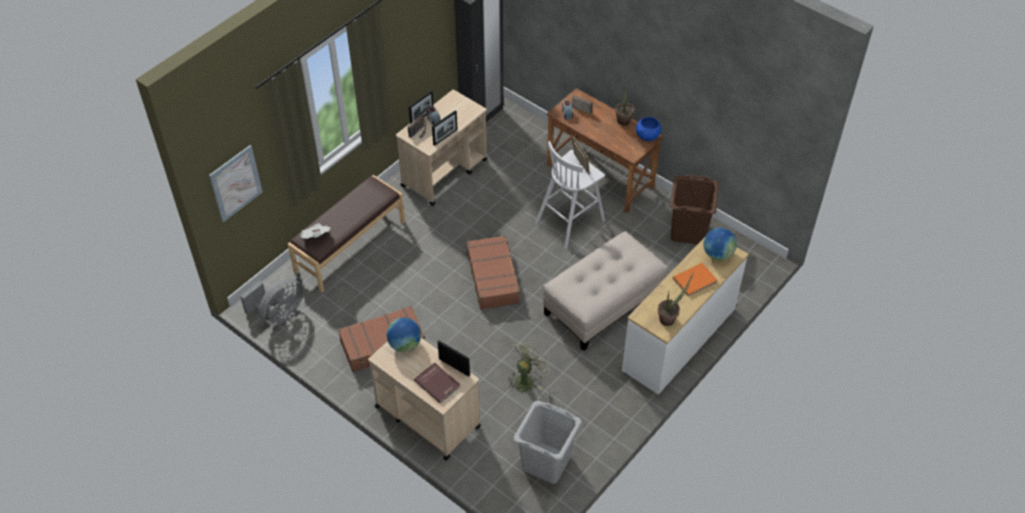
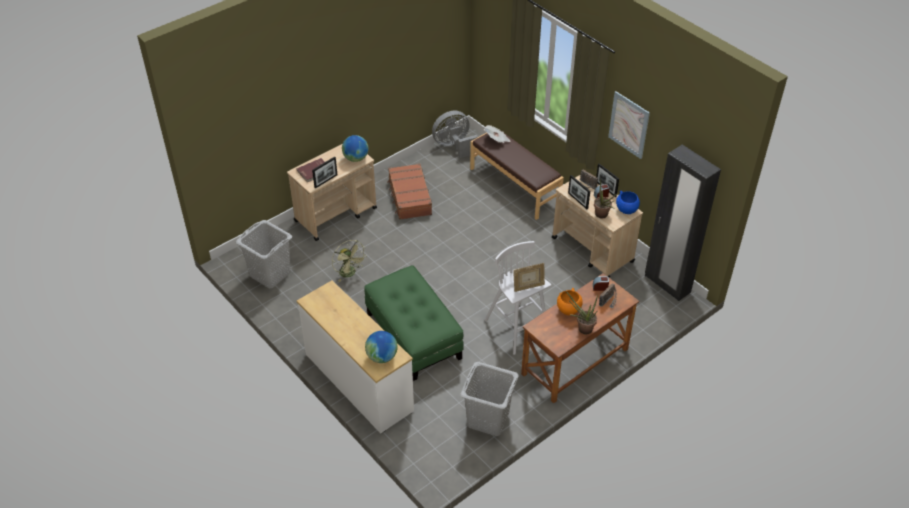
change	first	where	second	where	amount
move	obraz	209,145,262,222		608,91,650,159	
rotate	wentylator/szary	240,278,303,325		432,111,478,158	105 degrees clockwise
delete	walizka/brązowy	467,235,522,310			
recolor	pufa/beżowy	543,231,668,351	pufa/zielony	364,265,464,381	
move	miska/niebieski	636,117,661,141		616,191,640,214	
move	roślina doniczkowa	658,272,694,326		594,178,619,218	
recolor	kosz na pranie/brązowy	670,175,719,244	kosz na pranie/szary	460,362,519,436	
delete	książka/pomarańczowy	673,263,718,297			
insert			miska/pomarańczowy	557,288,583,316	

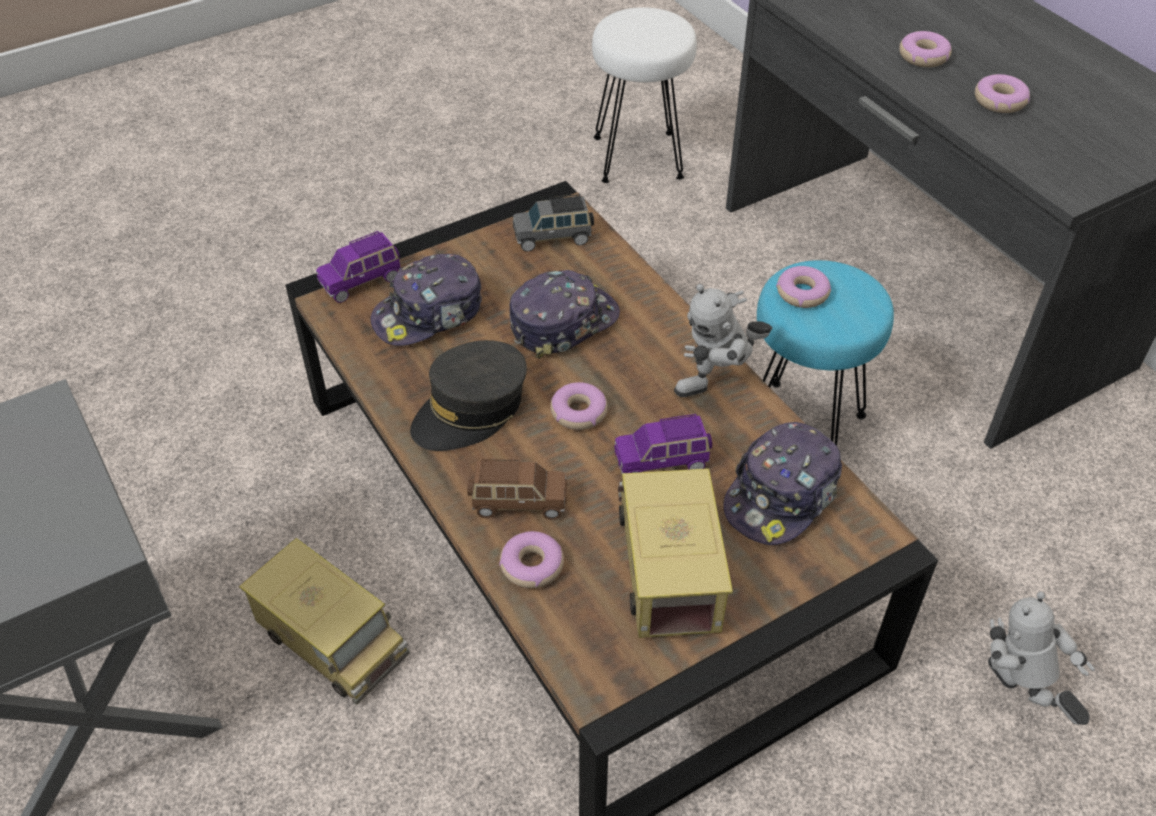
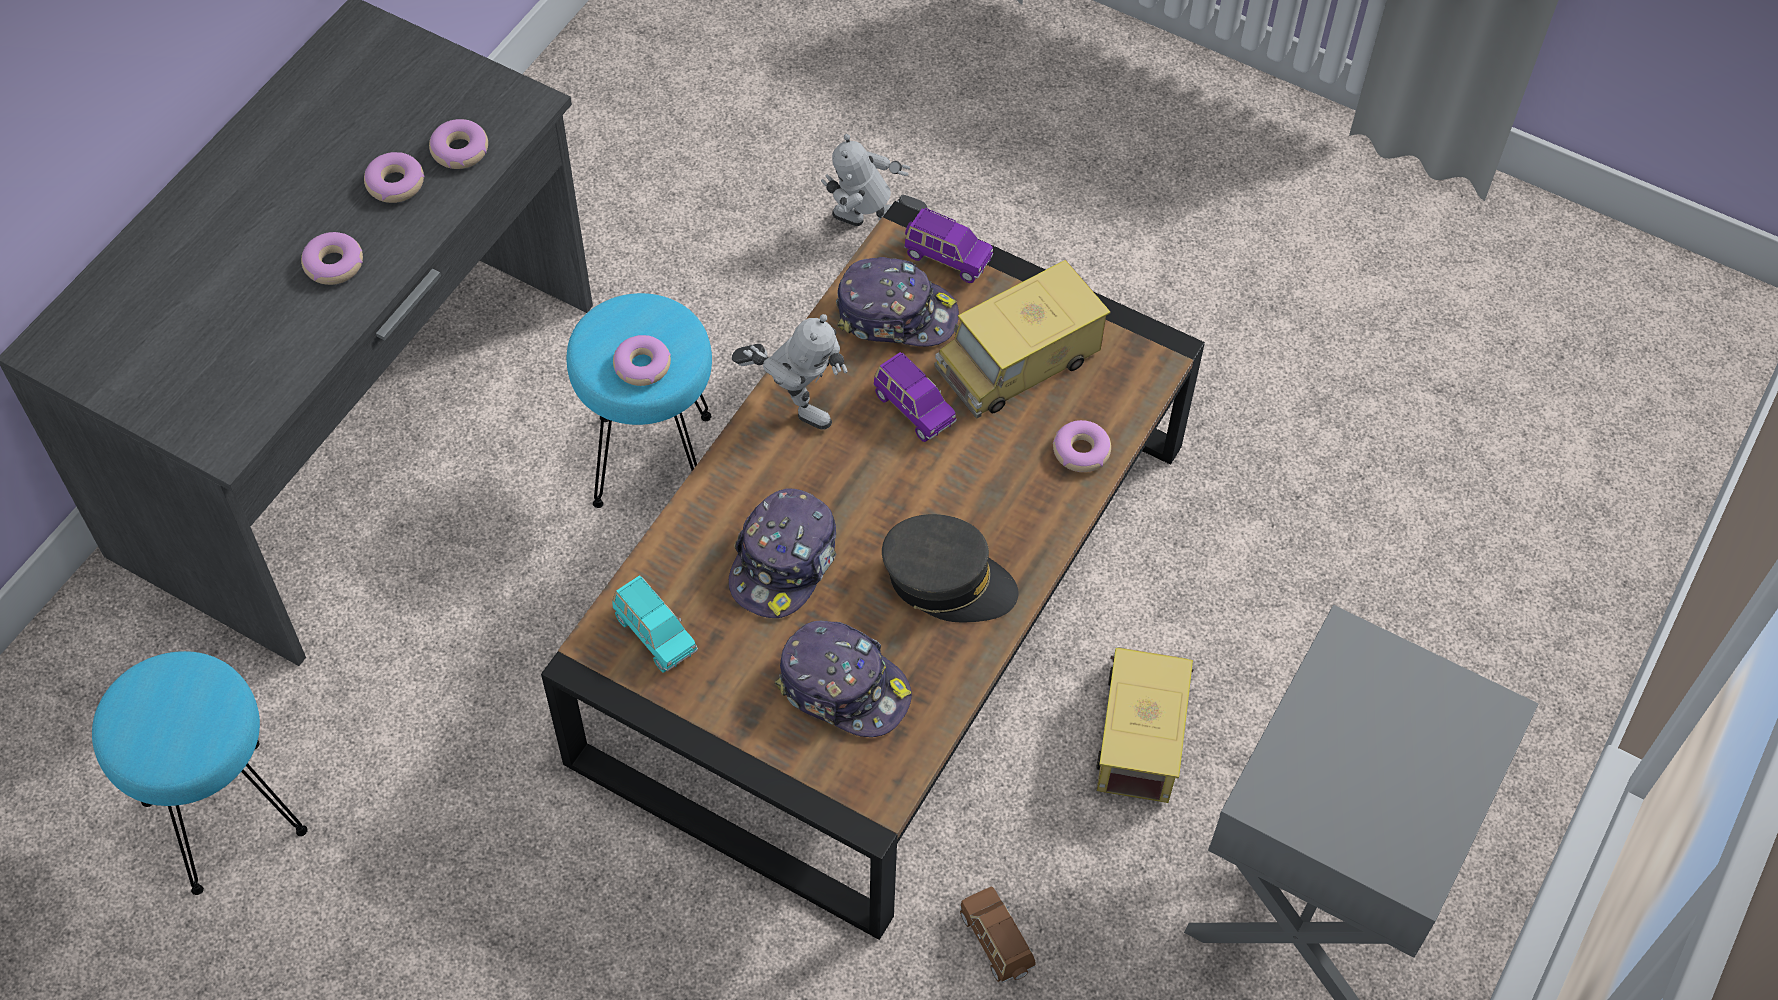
change	first	where	second	where	amount
move	samochodzik/fioletowy	316,231,401,303		904,208,993,283	
move	samochodzik/brązowy	467,459,567,520		960,886,1036,983	
rotate	czapka z daszkiem	509,270,620,359		729,488,837,618	90 degrees counterclockwise
recolor	samochodzik/szary	513,194,594,252	samochodzik/turkusowy	612,575,698,673	
move	donut	550,382,608,430		429,119,488,169	
recolor	stołek/biały	592,7,697,183	stołek/turkusowy	92,651,308,895	
rotate	robot zabawkowy	988,592,1095,725		821,134,928,226	75 degrees clockwise

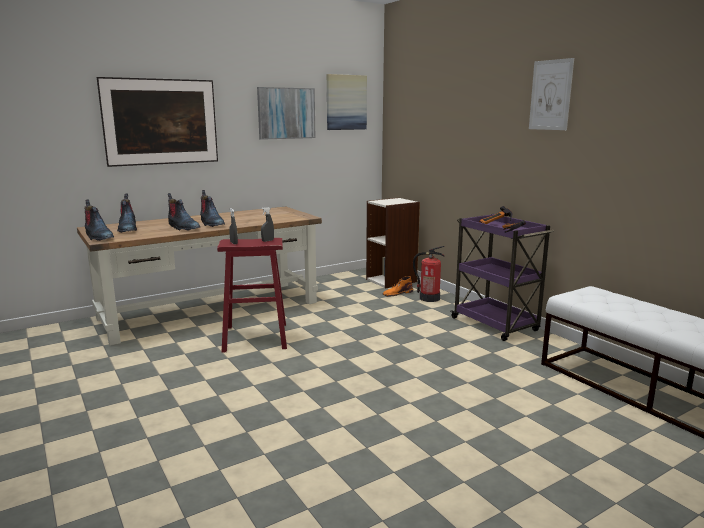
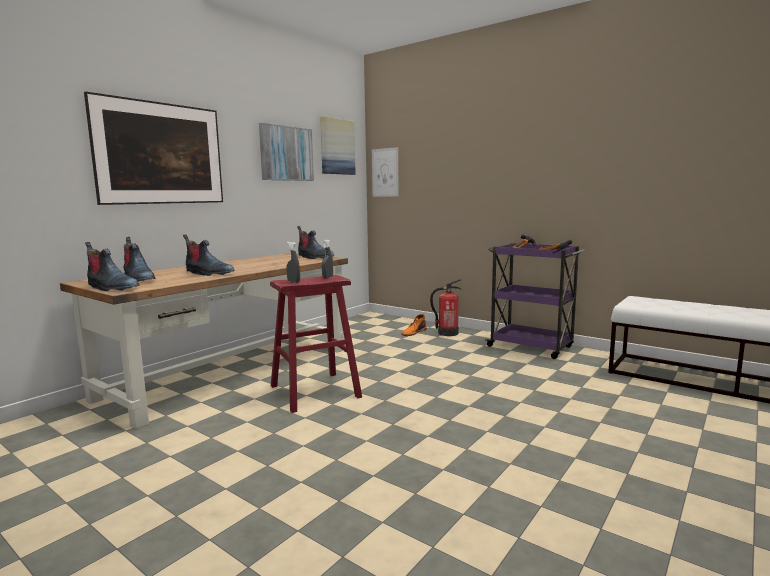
change	first	where	second	where	amount
move	but z cholewką	200,190,225,227		297,226,334,259	
delete	regał	366,198,420,288			
move	obraz	529,58,574,130		372,147,399,197	

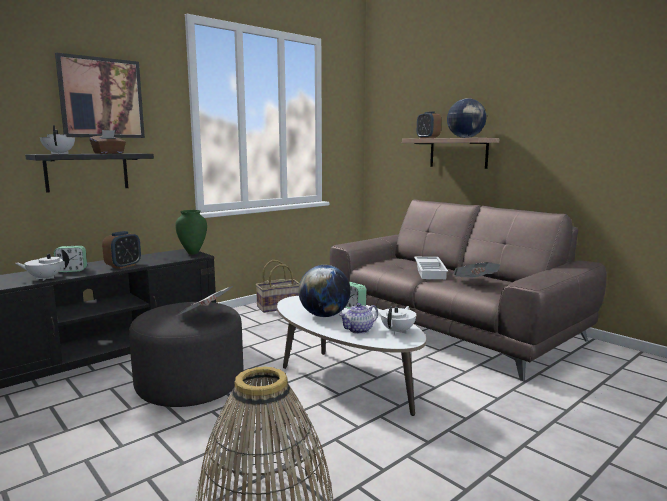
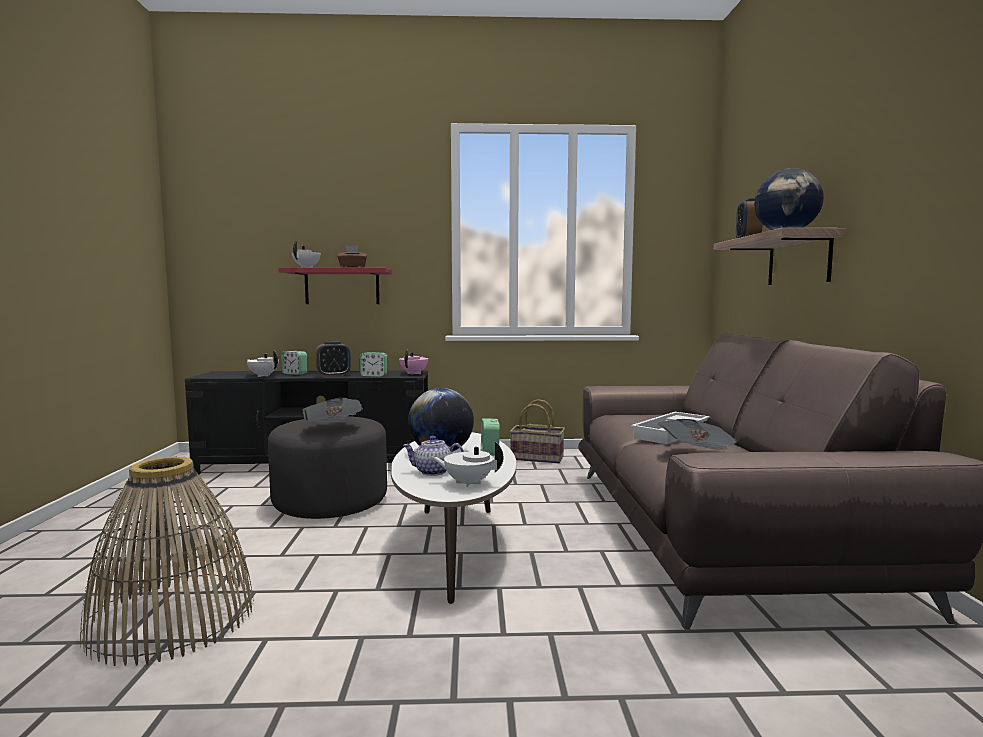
change	first	where	second	where	amount
recolor	półka/czarny	25,153,154,193	półka/czerwony	279,267,392,304	
delete	obraz	55,52,145,138			
replace	wazon/zielony	175,210,207,255	imbryk/różowy	399,350,428,375	
rotate	imbryk/biały	380,306,416,334		431,442,503,487	150 degrees counterclockwise
insert			budzik	360,352,388,377	

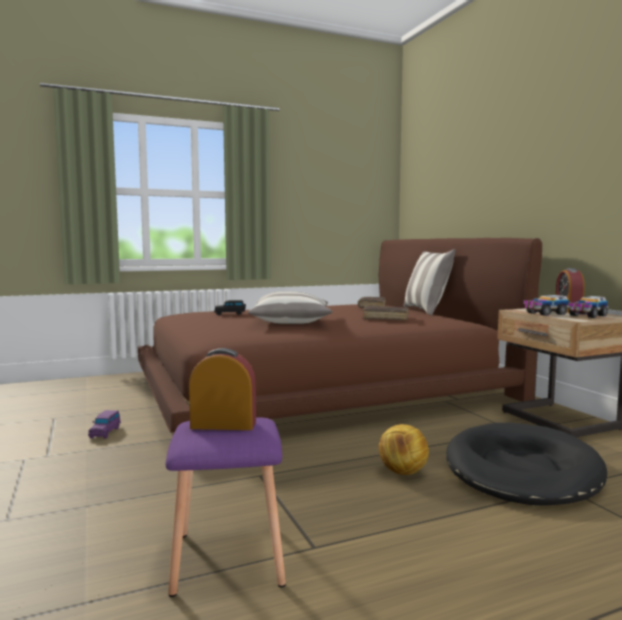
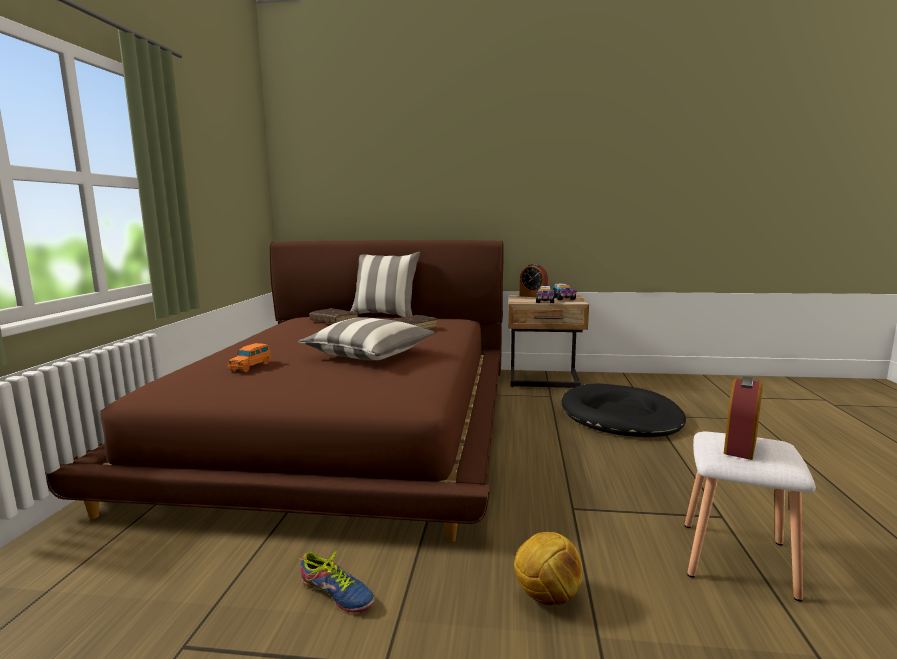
change	first	where	second	where	amount
replace	samochodzik/fioletowy	88,410,121,439	but	298,550,375,613	
recolor	stołek/fioletowy	165,417,286,597	stołek/biały	685,432,816,602	
recolor	samochodzik/czarny	214,300,246,315	samochodzik/pomarańczowy	228,343,271,372	
move	piłka futbolowa	379,424,429,475		514,532,583,605	

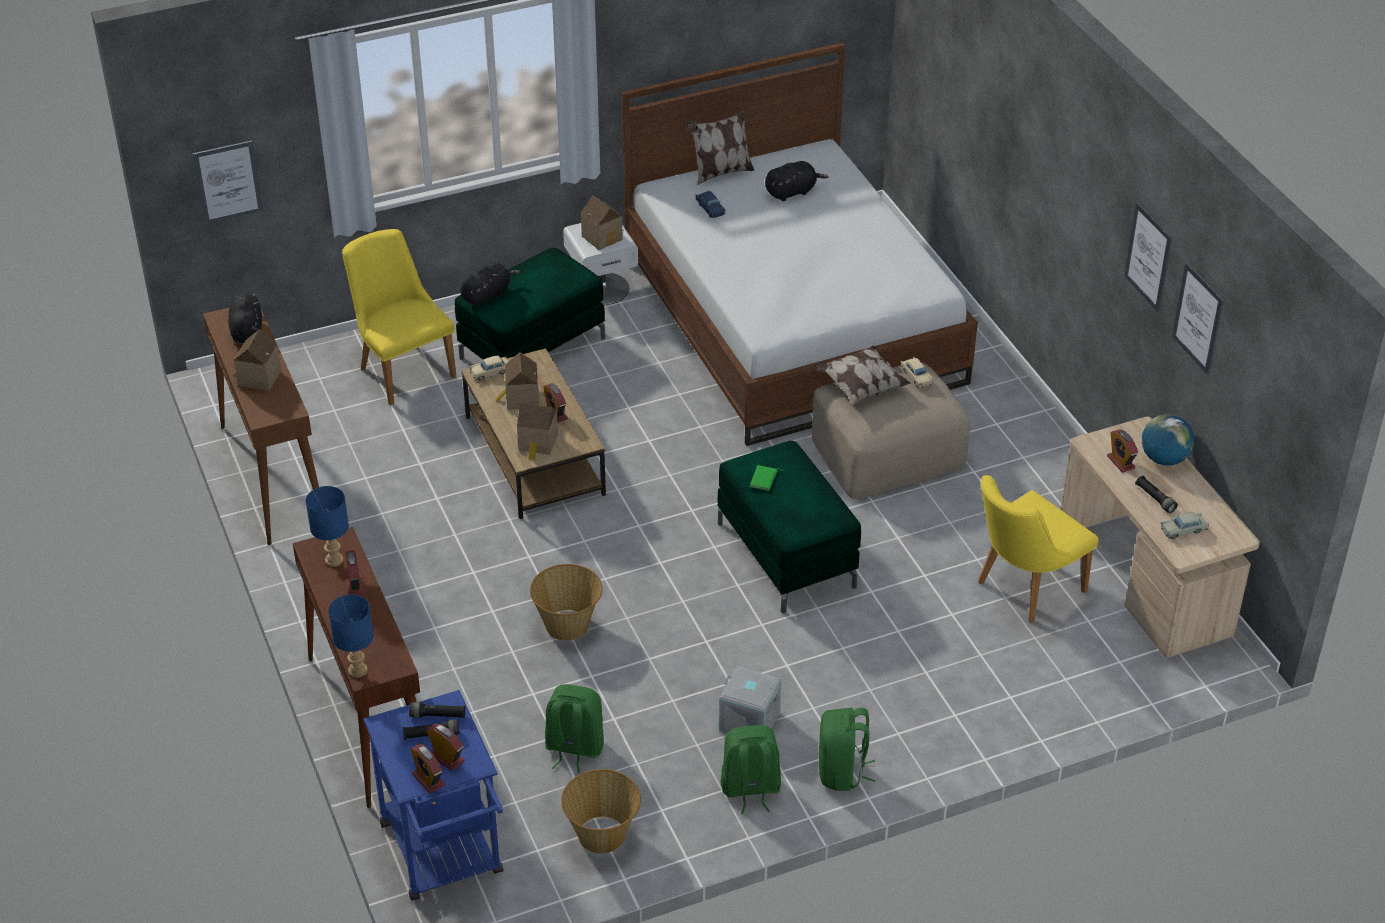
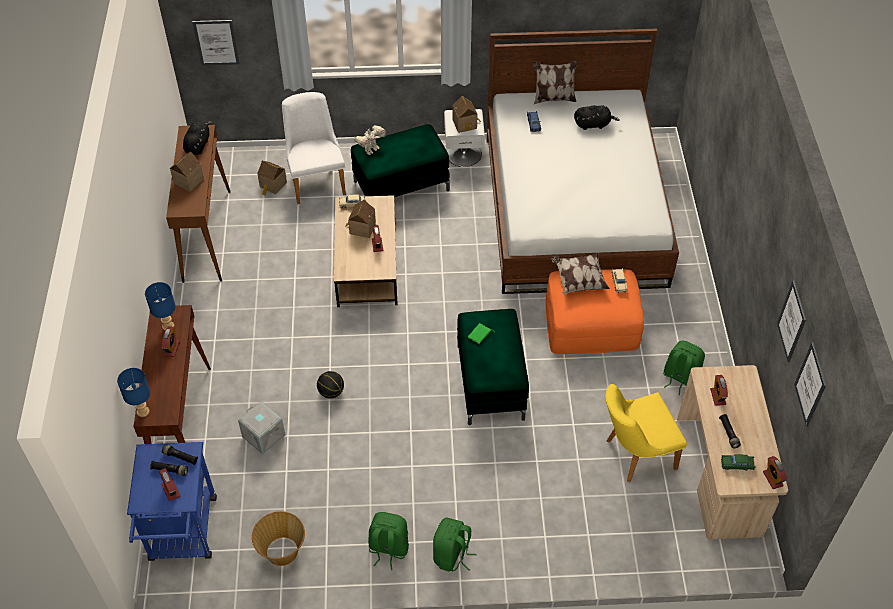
change	first	where	second	where	amount
recolor	krzesło/żółty	342,229,457,406	krzesło/biały	282,92,346,204	
move	budzik	410,744,445,794		763,456,787,489	
replace	pluszak/czarny	460,262,520,307	robot zabawkowy	354,125,386,155	
move	domek	517,403,558,460		257,161,287,195	
replace	koszyk	530,564,603,641	piłka do koszykówki	317,371,344,399	
move	plecak/zielony	545,684,604,773		663,341,705,395	
move	pojemnik do przechowywania/szary	719,666,782,733		238,401,286,455	
recolor	pufa/beżowy	812,362,970,499	pufa/pomarańczowy	546,269,644,354	
move	obraz	1124,202,1172,312		794,342,826,426	
delete	globus	1142,414,1194,466			
recolor	samochodzik/beżowy	1161,512,1209,539	samochodzik/zielony	721,454,756,470	

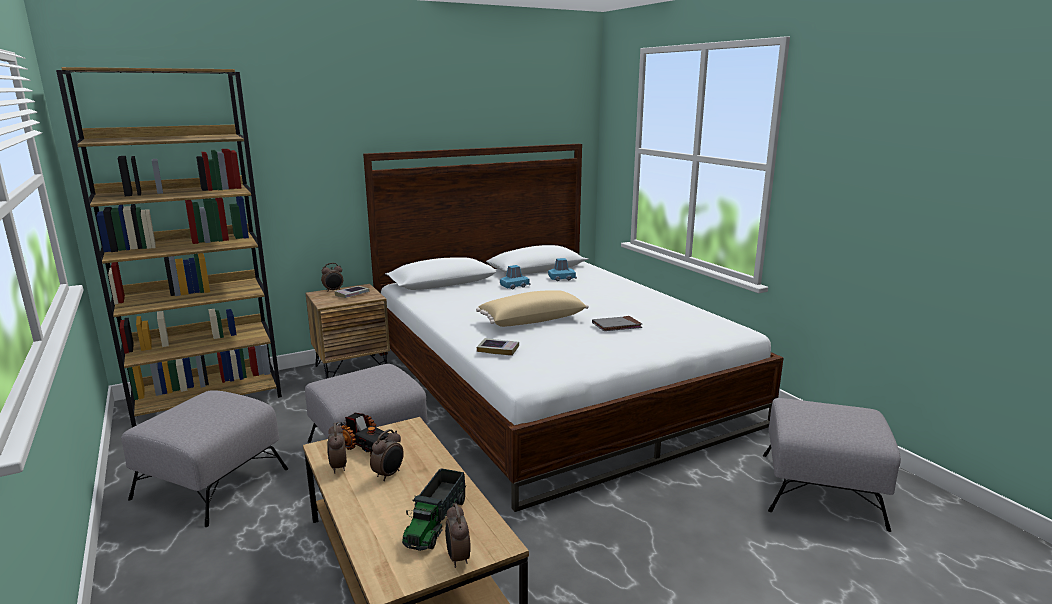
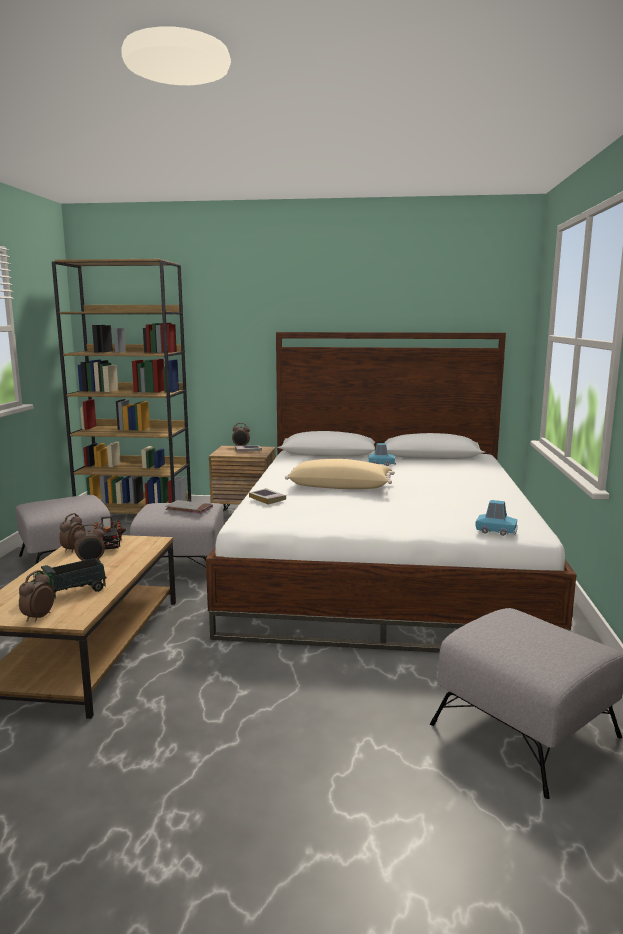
change	first	where	second	where	amount
move	samochodzik/niebieski	548,258,577,281		475,500,518,536	
move	książka/szary	592,316,642,331		165,500,213,514	

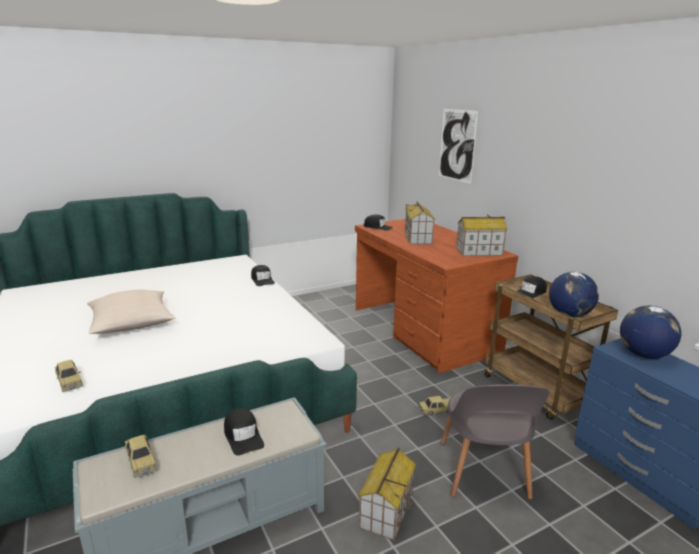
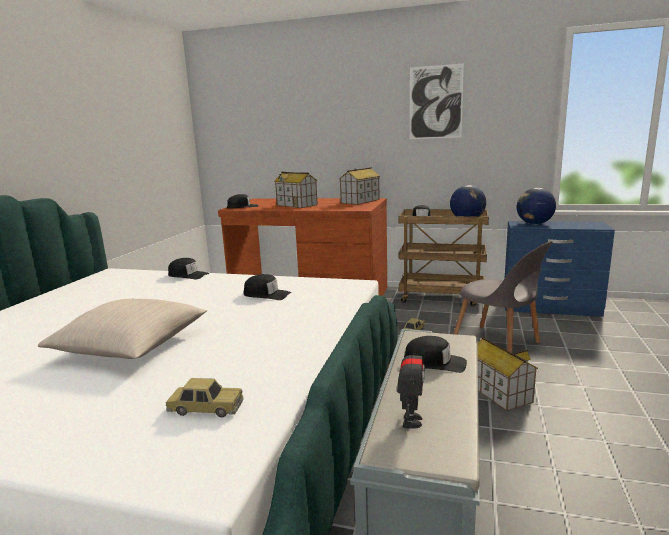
change	first	where	second	where	amount
replace	samochodzik	125,435,157,478	robot zabawkowy	397,340,425,429	
move	obraz	439,109,478,184		410,64,464,139	
insert			czapka z daszkiem/czarny	243,274,291,300	

